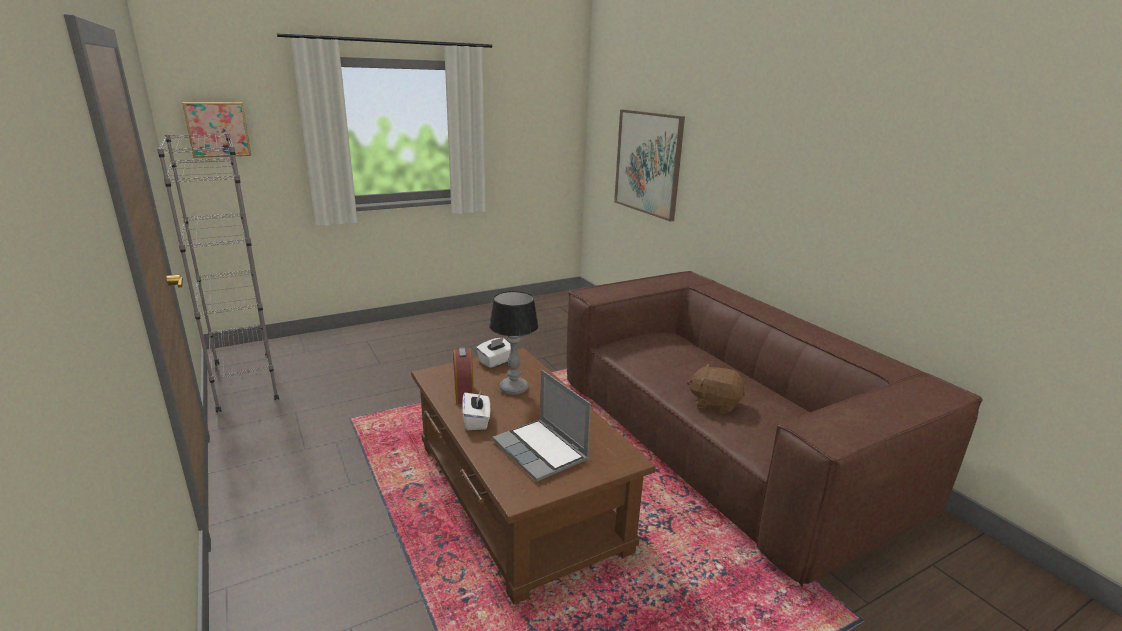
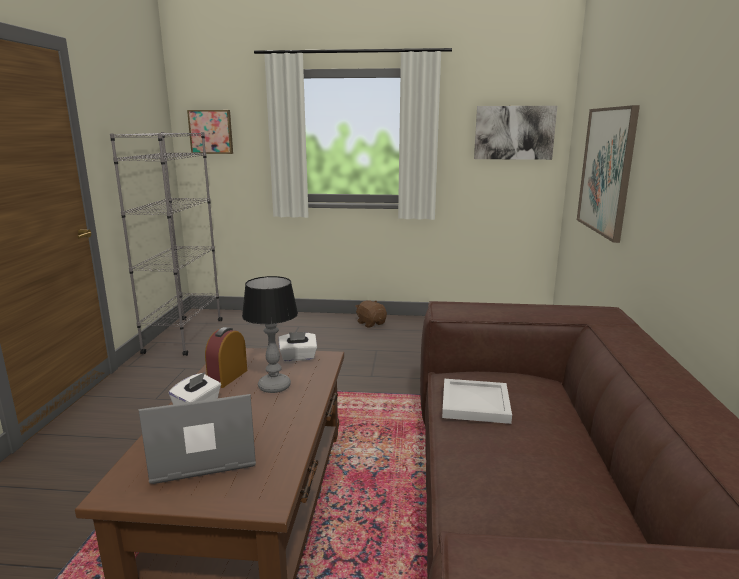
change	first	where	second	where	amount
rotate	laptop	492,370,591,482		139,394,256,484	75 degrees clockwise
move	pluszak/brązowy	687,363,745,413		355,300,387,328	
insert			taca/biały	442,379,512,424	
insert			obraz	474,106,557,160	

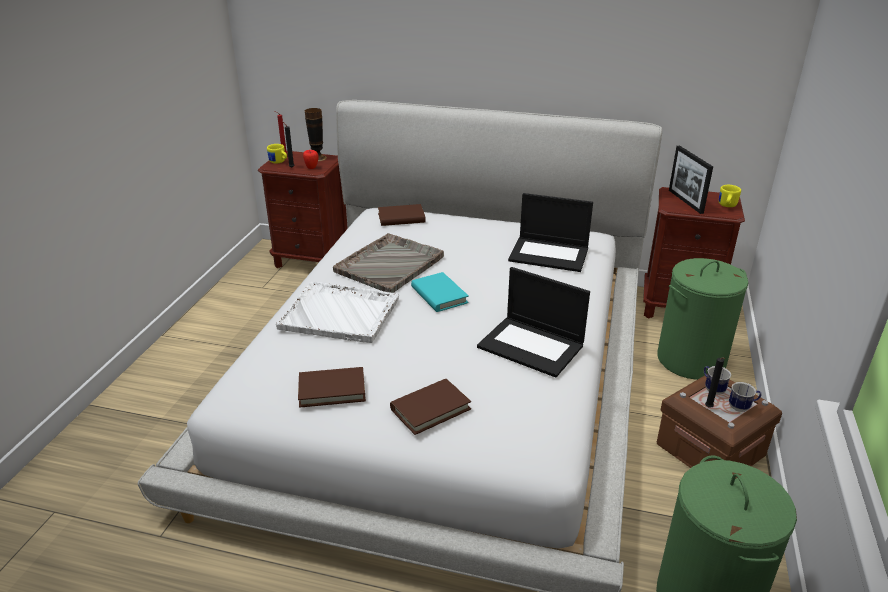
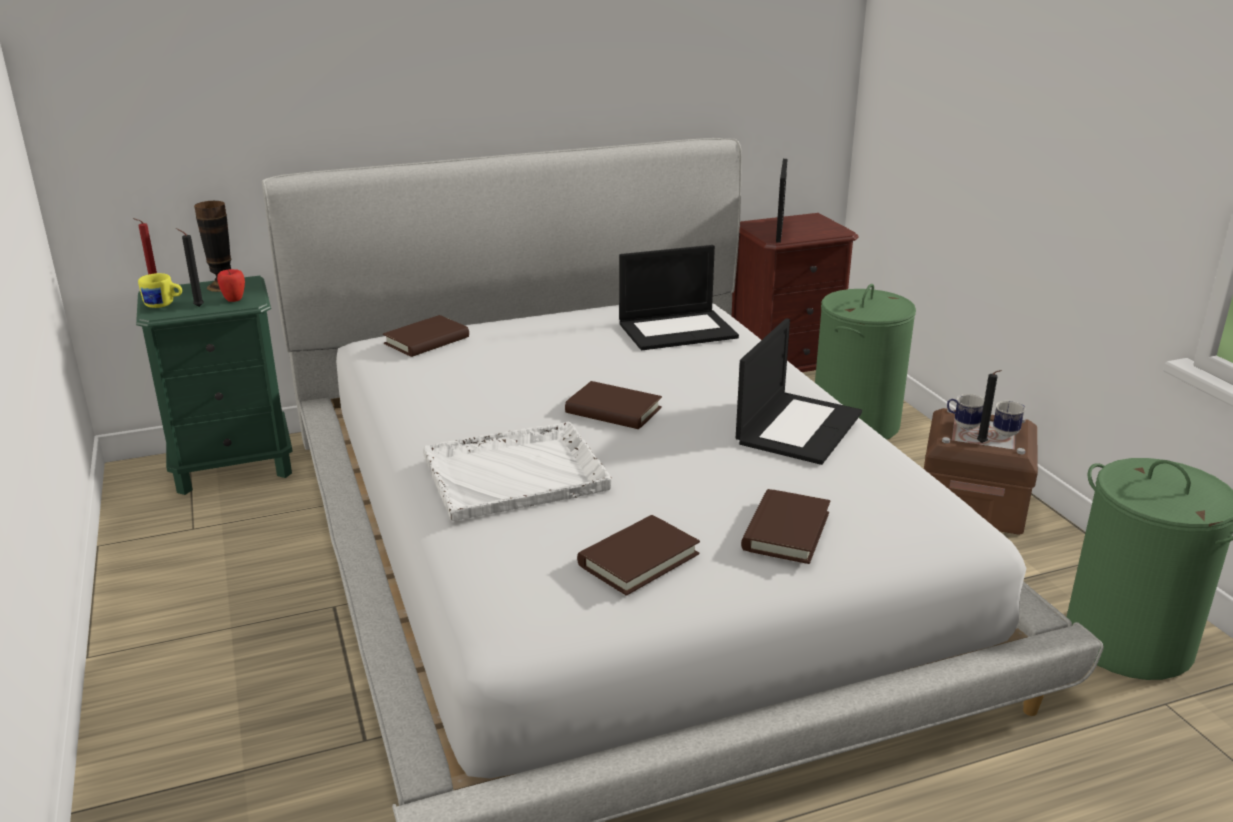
change	first	where	second	where	amount
recolor	szafka nocna/brązowy	258,151,348,268	szafka nocna/zielony	136,276,293,495	
delete	taca/szary	333,233,444,293			
recolor	książka/turkusowy	411,272,469,312	książka/brązowy	565,381,662,429	
rotate	laptop	477,267,590,378		736,318,862,465	60 degrees counterclockwise
rotate	ramka na zdjęcie	669,145,713,214		776,159,788,243	120 degrees counterclockwise
delete	kubek/żółty	719,185,741,207			

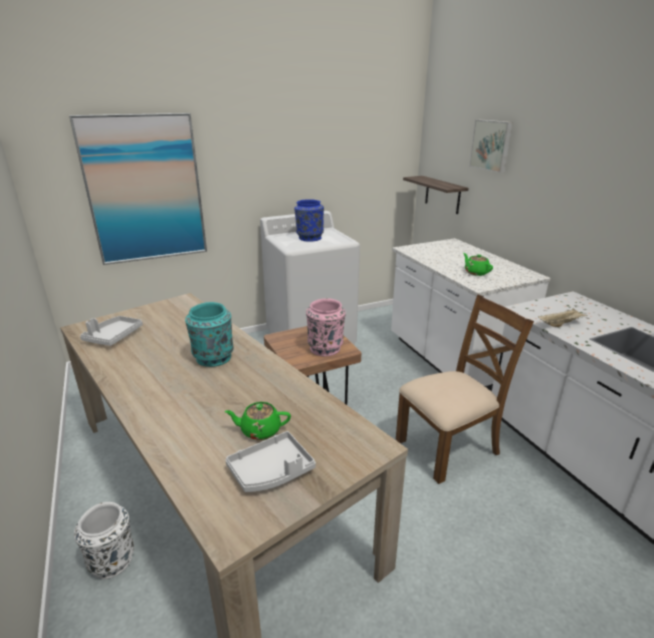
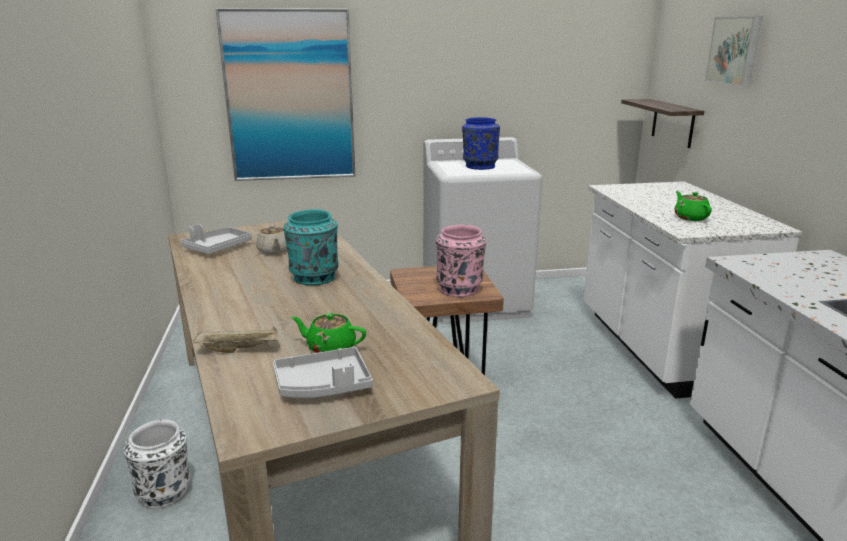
change	first	where	second	where	amount
delete	krzesło/brązowy	396,294,534,484			
move	taca/beżowy	538,308,588,327		193,327,278,353	
insert			imbryk/beżowy	256,225,287,255	

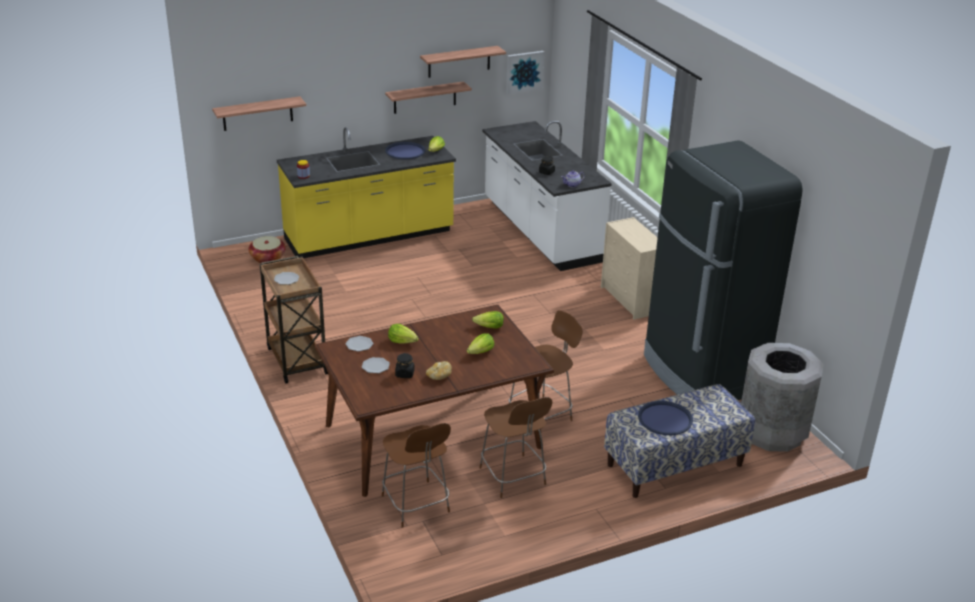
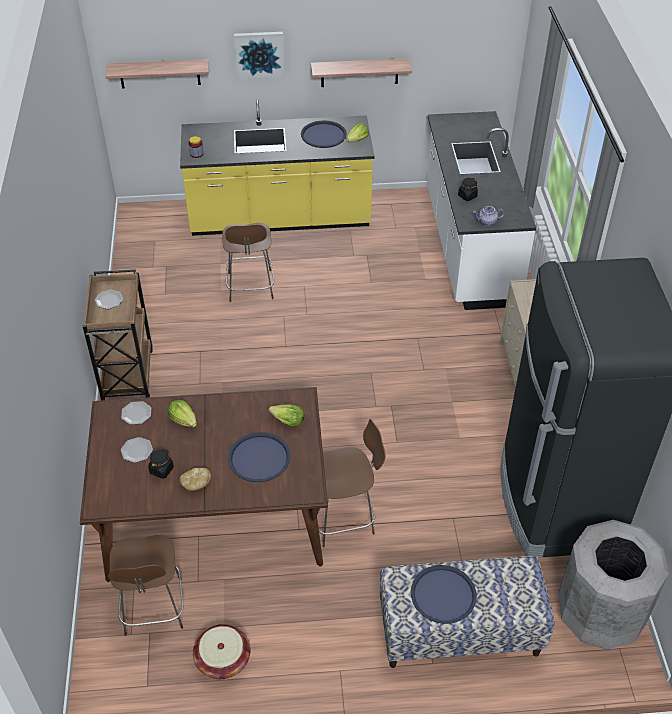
change	first	where	second	where	amount
move	koszyk	249,236,286,264		193,624,250,679	
delete	półka	420,46,506,78			
replace	sałata	467,333,495,354	taca/niebieski	228,432,290,482	
move	krzesło/brązowy	479,397,552,498		222,223,275,302	
move	obraz	506,51,544,94		234,32,285,79	

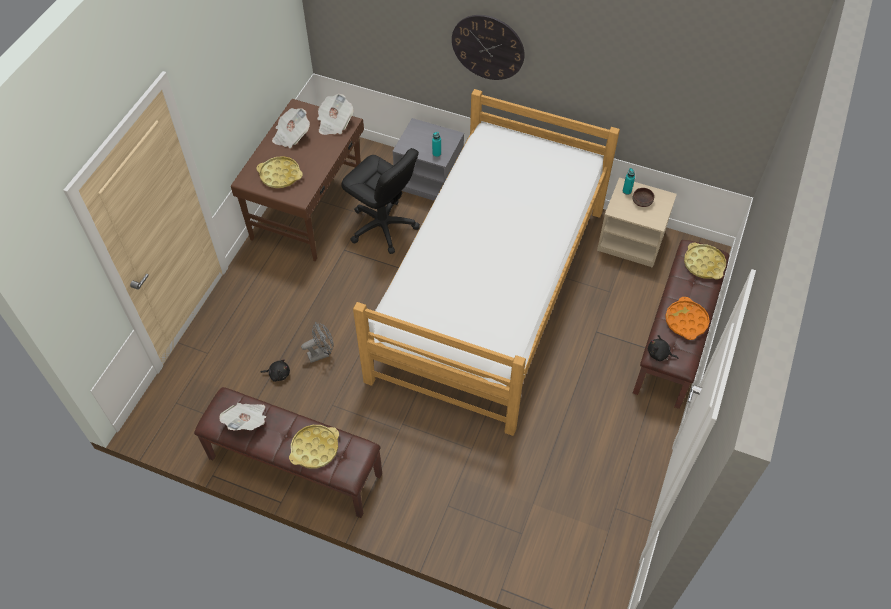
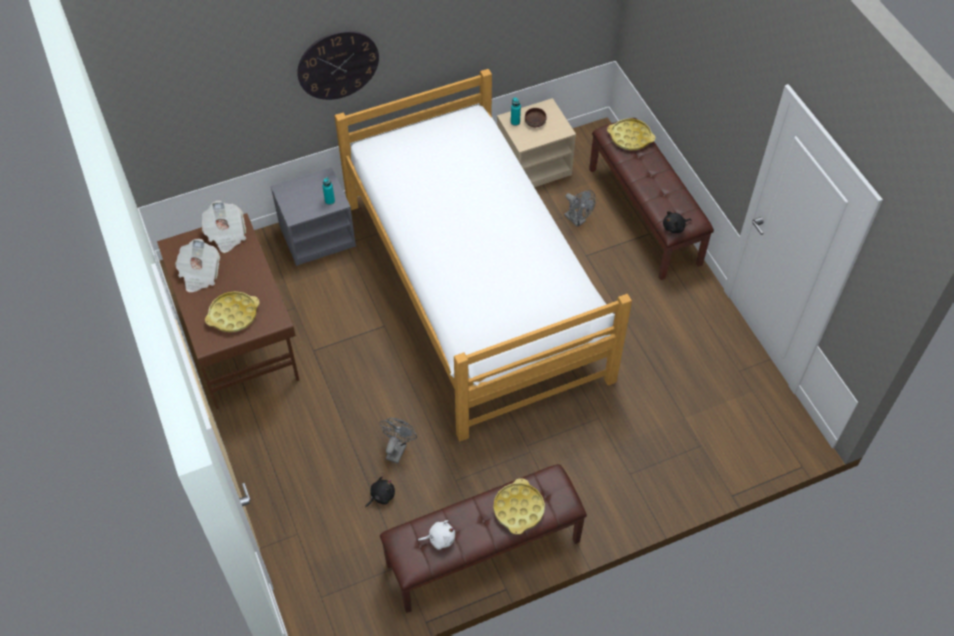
change	first	where	second	where	amount
replace	gazeta	219,403,266,430	pluszak/biały	418,520,455,550	
delete	krzesło biurowe/czarny	341,148,420,254			
delete	taca/pomarańczowy	665,297,710,340			
insert			wentylator/szary	564,190,595,227	

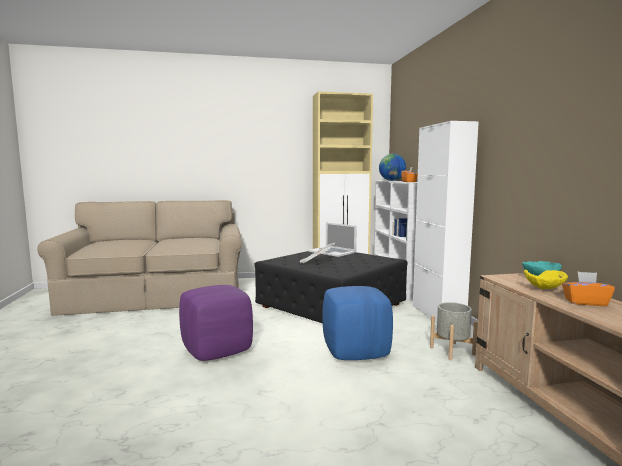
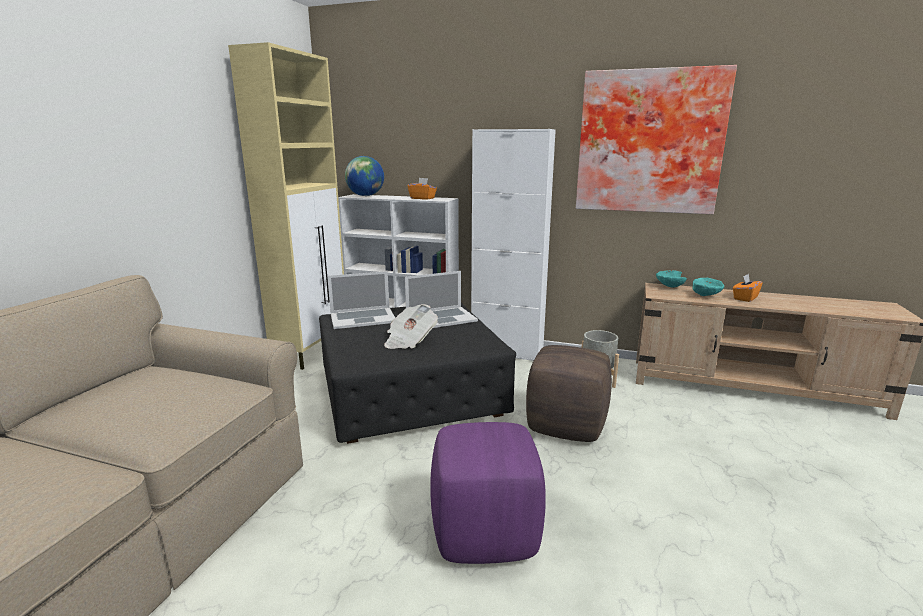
change	first	where	second	where	amount
recolor	pufa/niebieski	322,286,393,360	pufa/brązowy	526,345,612,442	
recolor	miska/żółty	524,270,568,289	miska/turkusowy	692,278,724,296	
insert			laptop	405,271,478,328	
insert			obraz	576,65,737,214	

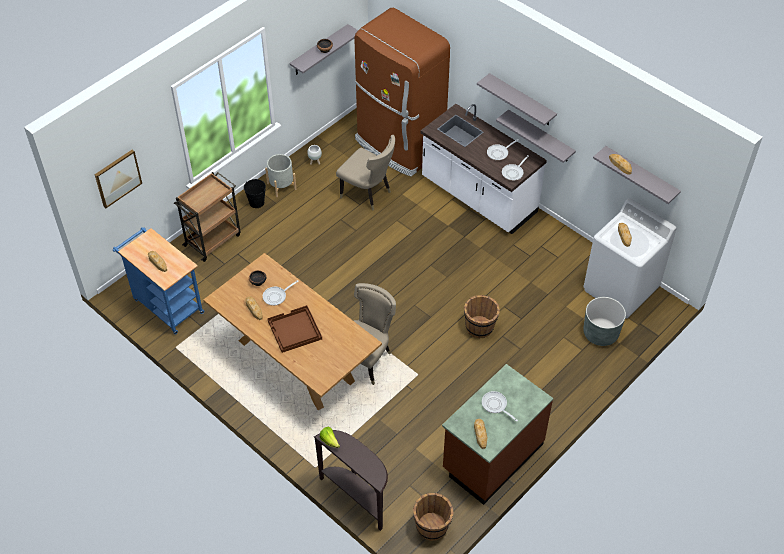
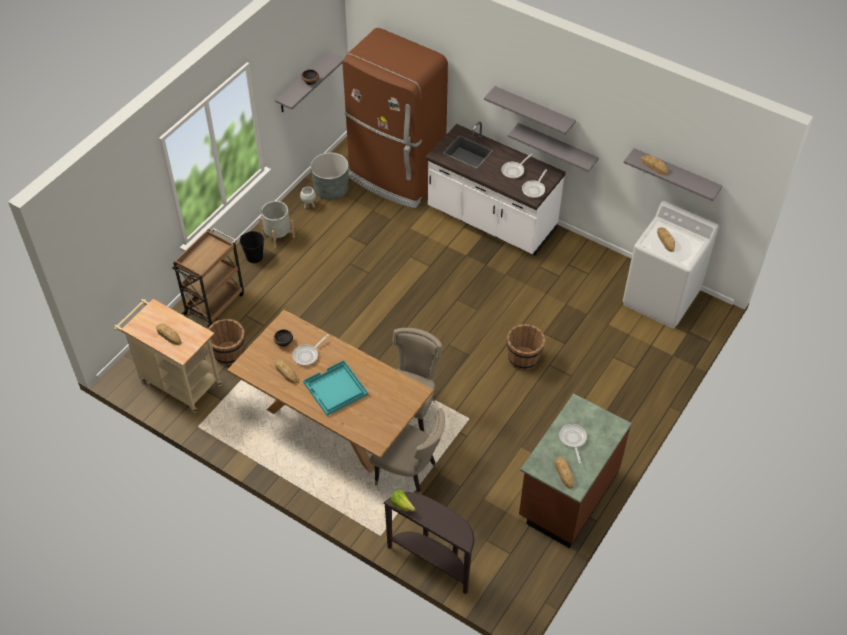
change	first	where	second	where	amount
delete	obraz	94,150,142,208			
recolor	wózek/niebieski	113,227,204,334	wózek/beżowy	114,299,222,413	
recolor	taca/brązowy	267,305,322,353	taca/turkusowy	303,360,368,416	
move	krzesło/beżowy	336,135,395,211		370,408,445,494	
move	wiadro/brązowy	413,493,454,541		208,319,245,365	
rotate	patelnia	482,391,518,422		559,424,587,464	45 degrees clockwise
move	donica/szary	583,297,626,346		310,153,349,200	

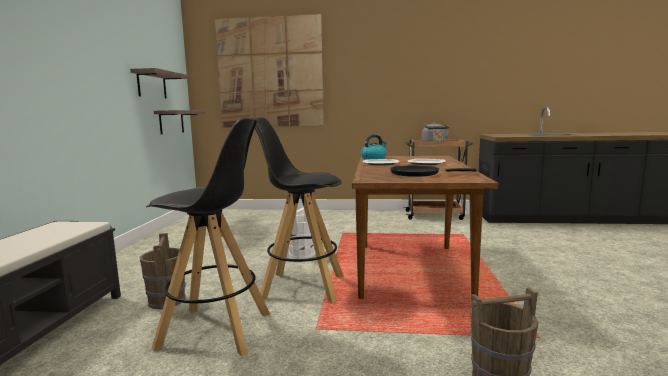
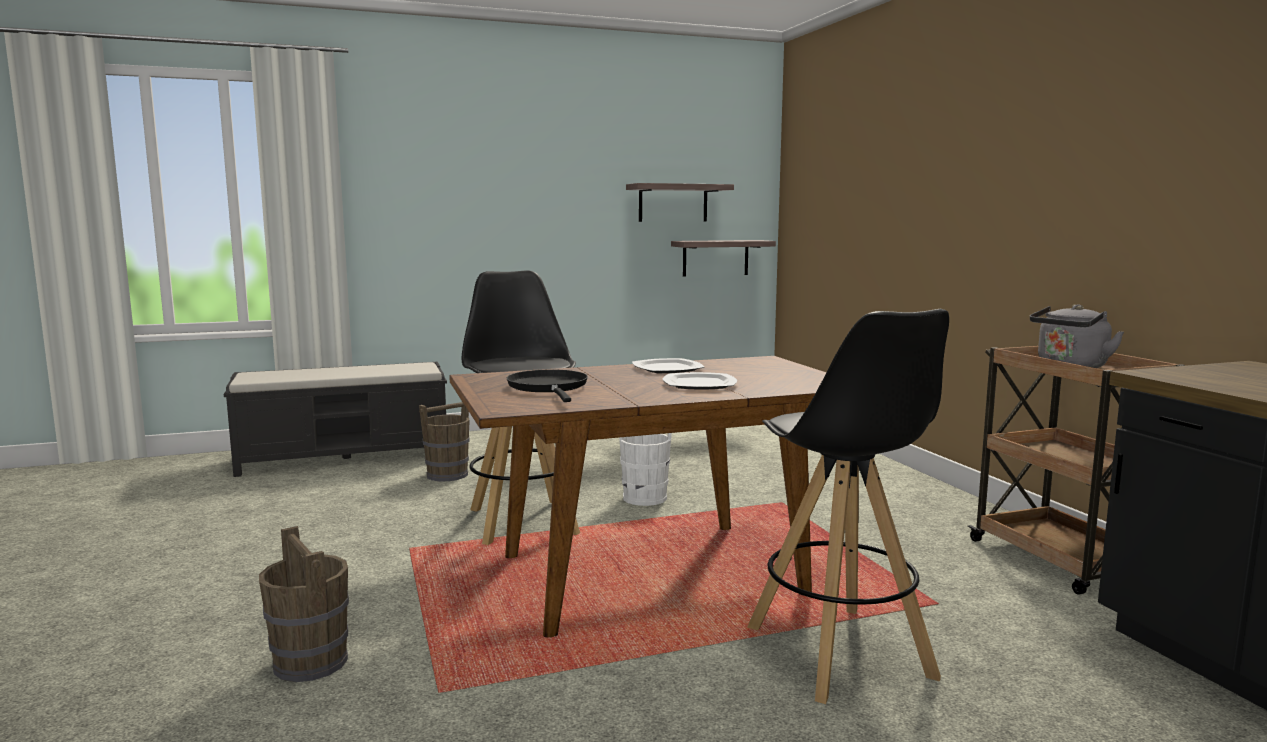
change	first	where	second	where	amount
move	stołek/czarny	146,117,270,356		747,309,949,704	
delete	obraz	215,14,324,128			
delete	czajnik	361,134,387,160			

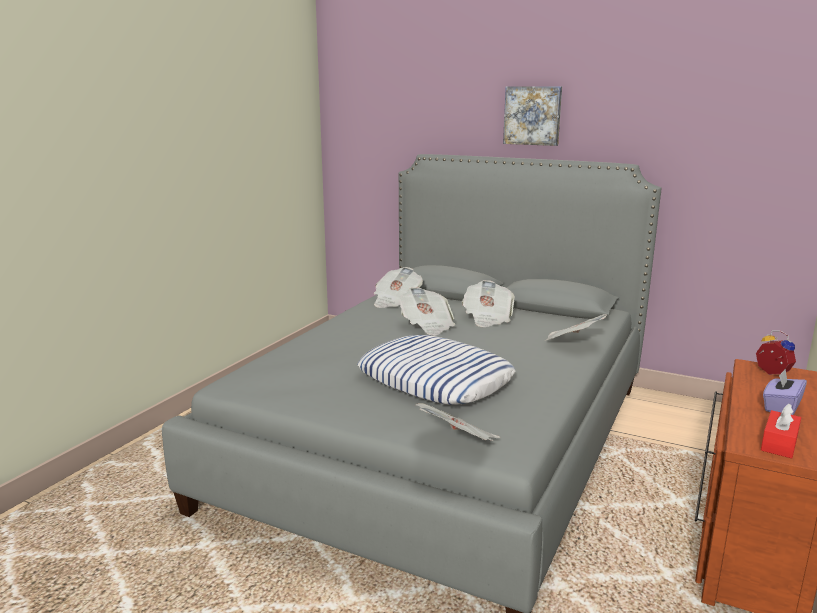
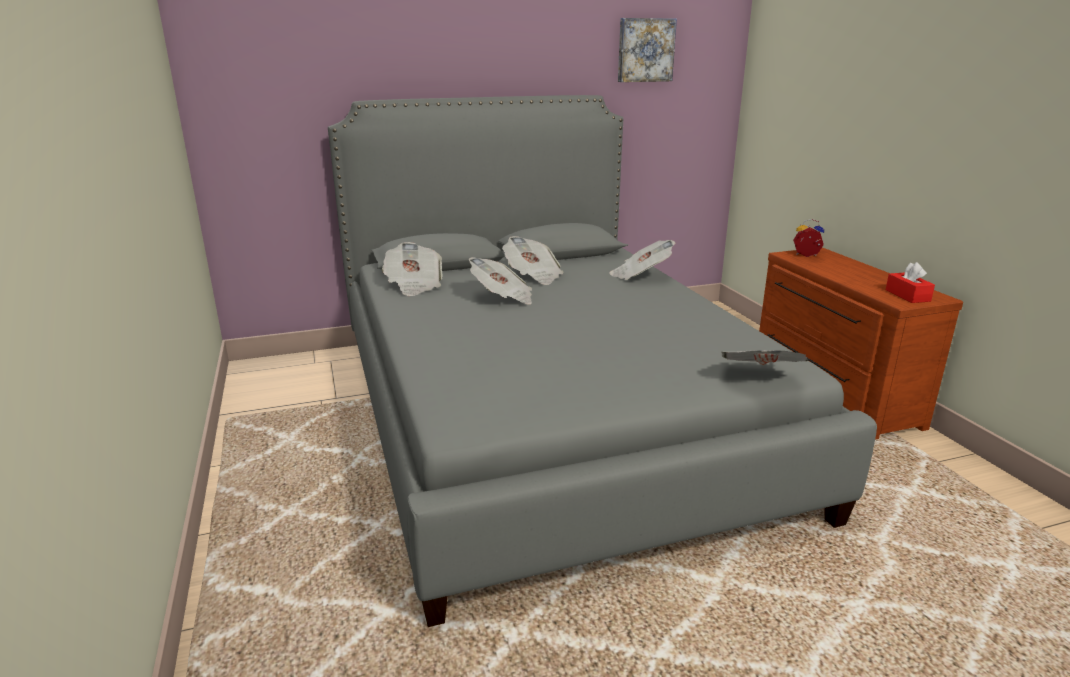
change	first	where	second	where	amount
delete	poduszka	357,335,516,405			
move	obraz	503,86,562,146		618,18,677,82	
delete	pudełko chusteczek/fioletowy	763,369,807,415			

